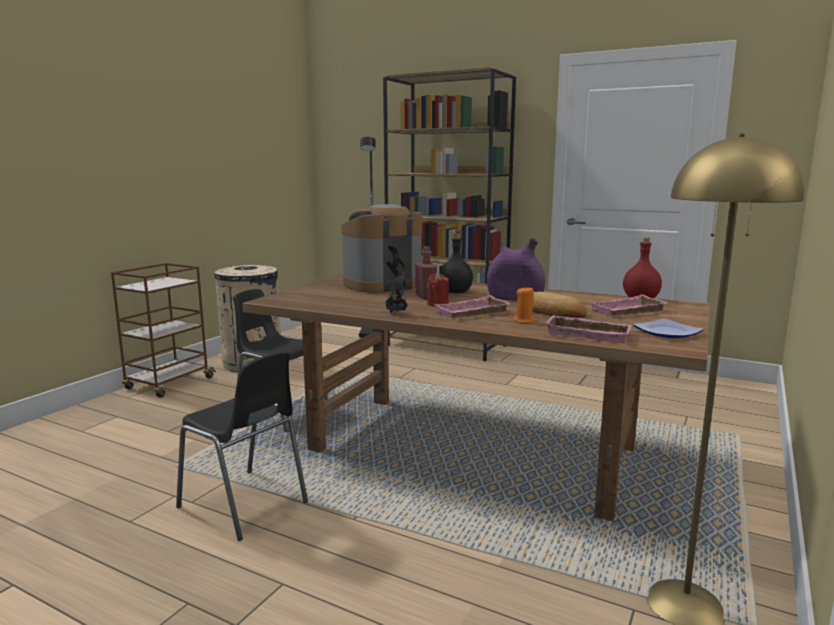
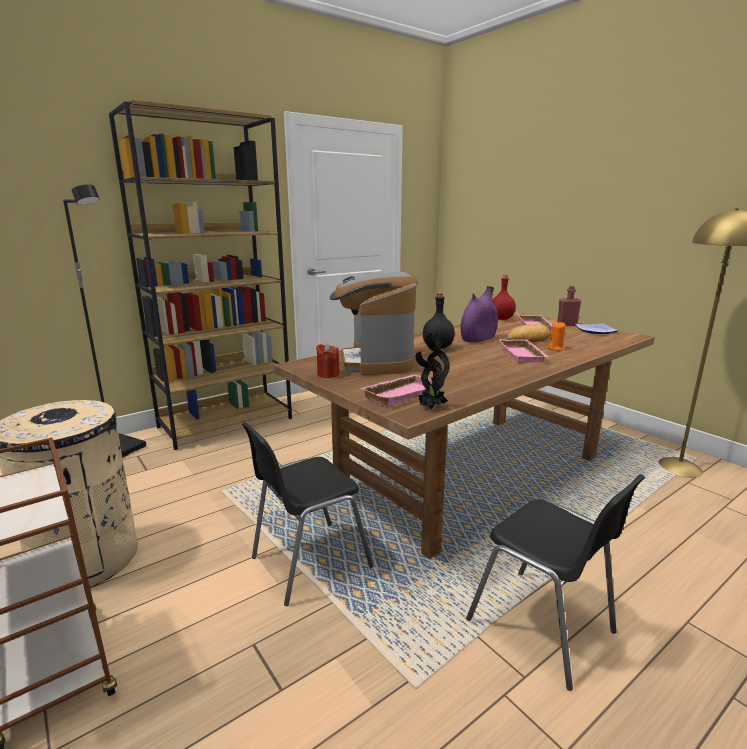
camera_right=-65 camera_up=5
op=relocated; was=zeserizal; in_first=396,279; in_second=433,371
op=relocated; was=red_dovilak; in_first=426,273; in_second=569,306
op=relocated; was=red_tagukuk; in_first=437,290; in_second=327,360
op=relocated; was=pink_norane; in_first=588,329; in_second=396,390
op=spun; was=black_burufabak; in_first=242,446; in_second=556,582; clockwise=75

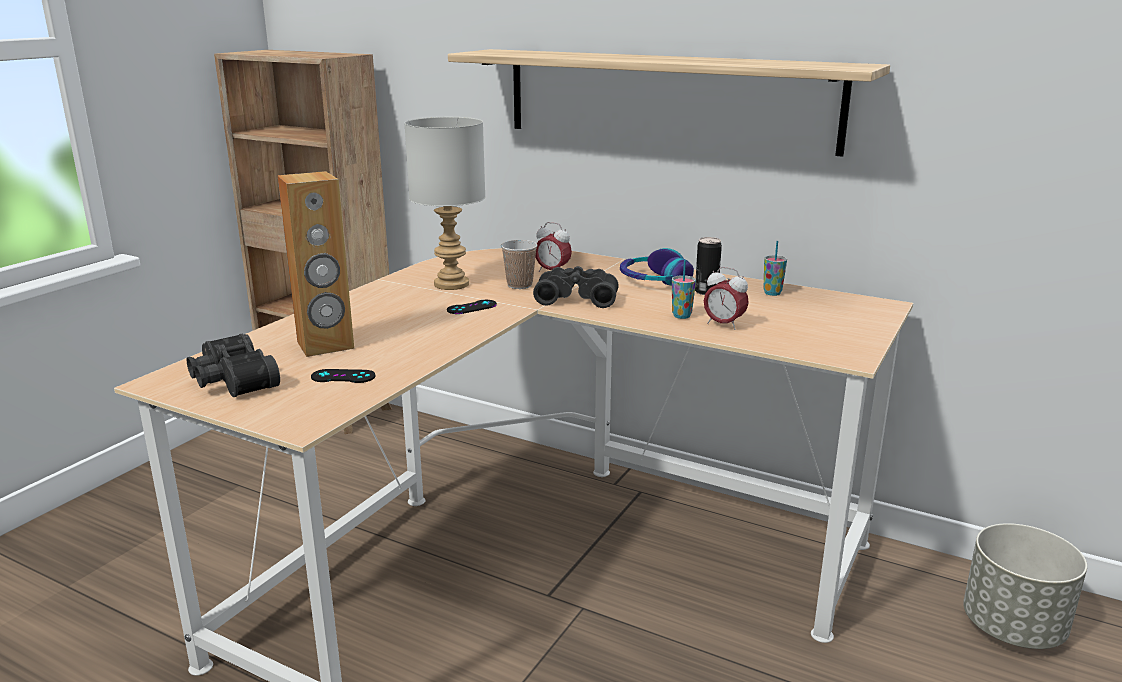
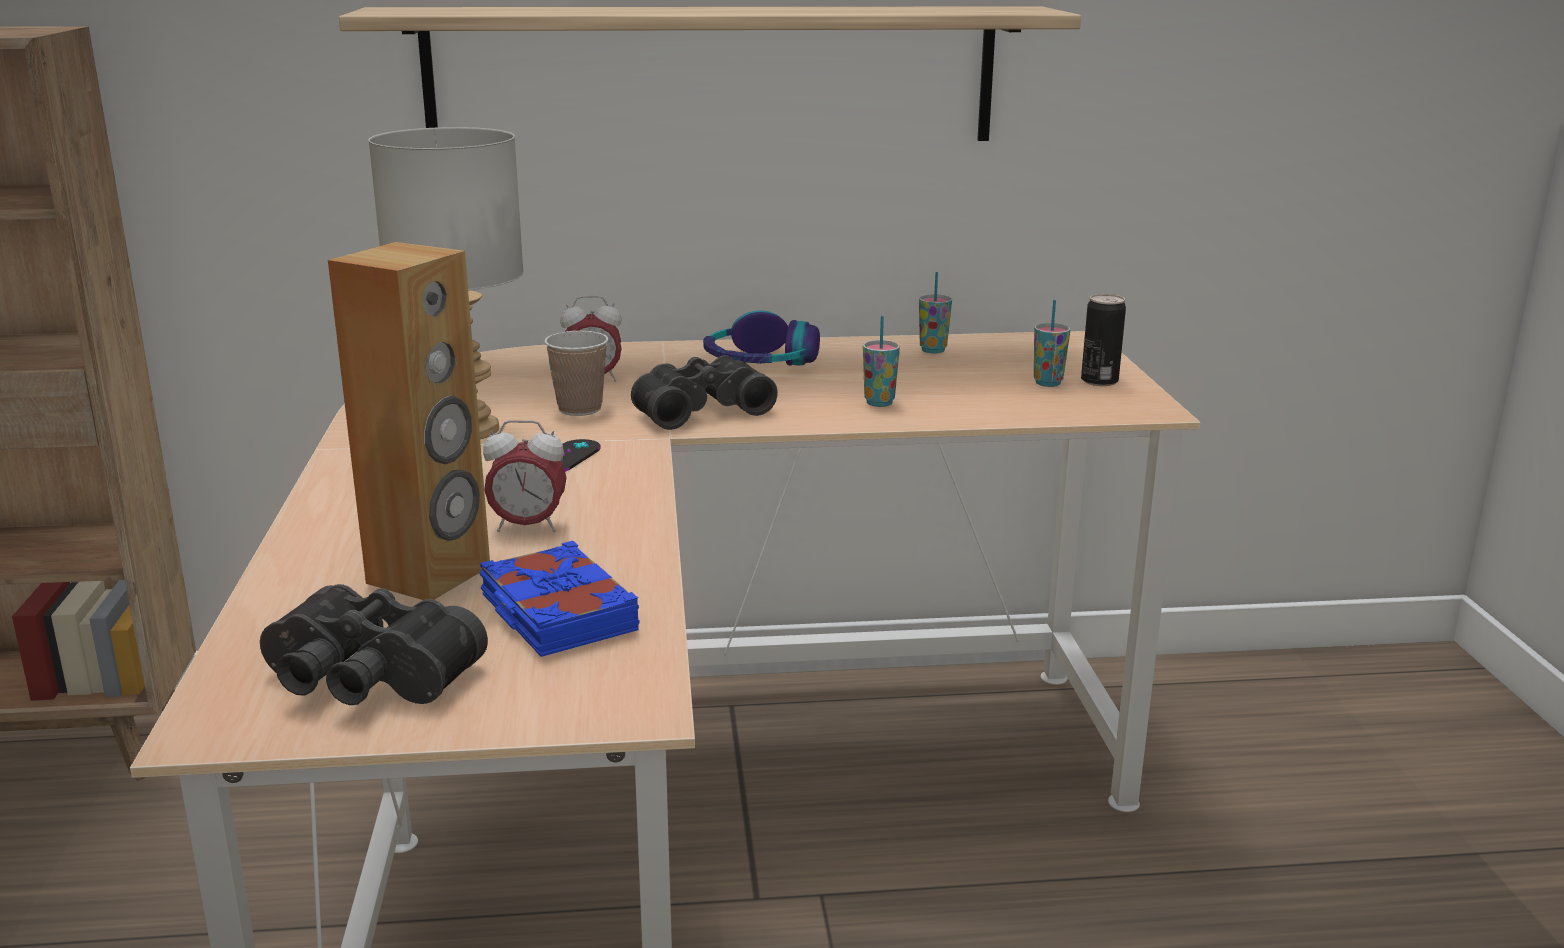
camera_right=-35 camera_up=0
op=relocated; was=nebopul; in_first=708,266; in_second=1103,340
op=relocated; was=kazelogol; in_first=726,298; in_second=525,476
op=exchanged; was=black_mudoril; now=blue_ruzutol; in_first=343,376; in_second=559,599
op=missing; was=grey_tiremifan; in_first=1025,586
op=appeared; now=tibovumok; in_second=1052,343

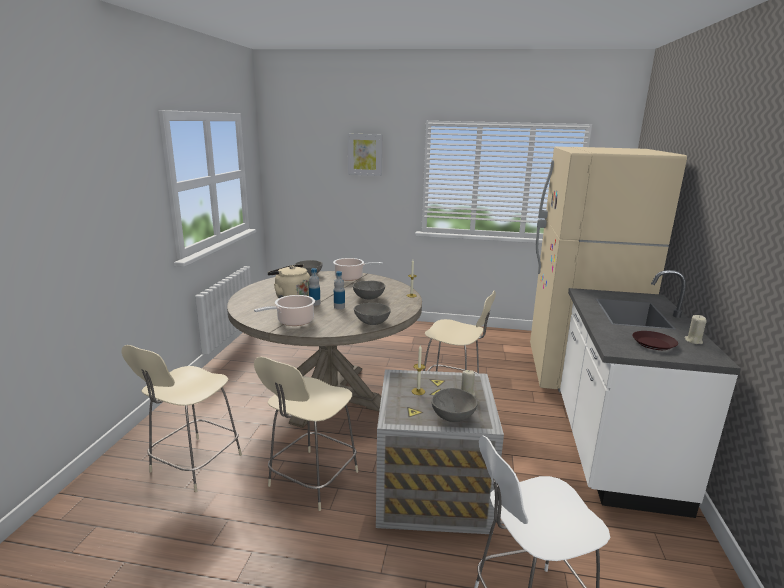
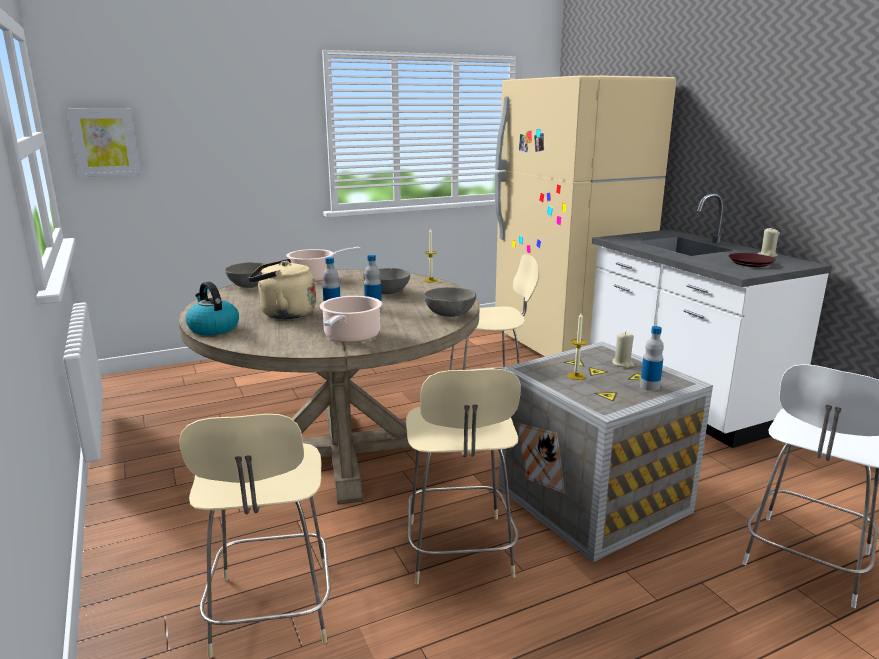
camera_right=-35 camera_up=0
op=relocated; was=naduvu; in_first=365,155; in_second=104,142
op=exchanged; was=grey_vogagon; now=dovilak; in_first=454,405; in_second=652,358
op=appeared; now=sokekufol; in_second=212,308

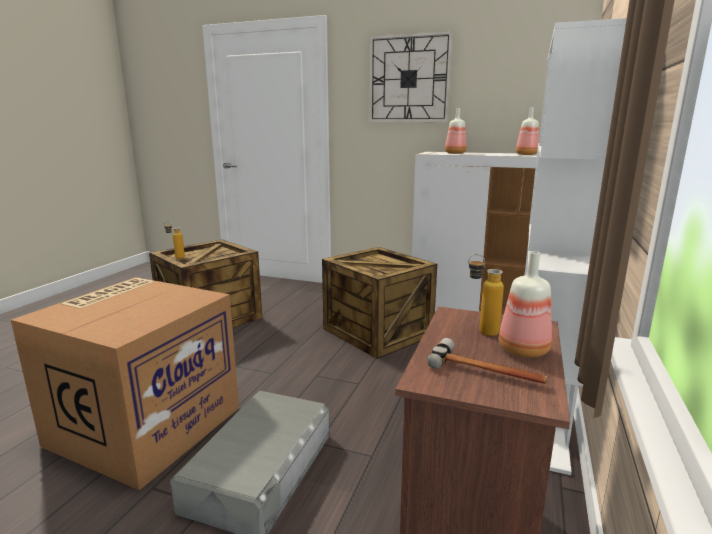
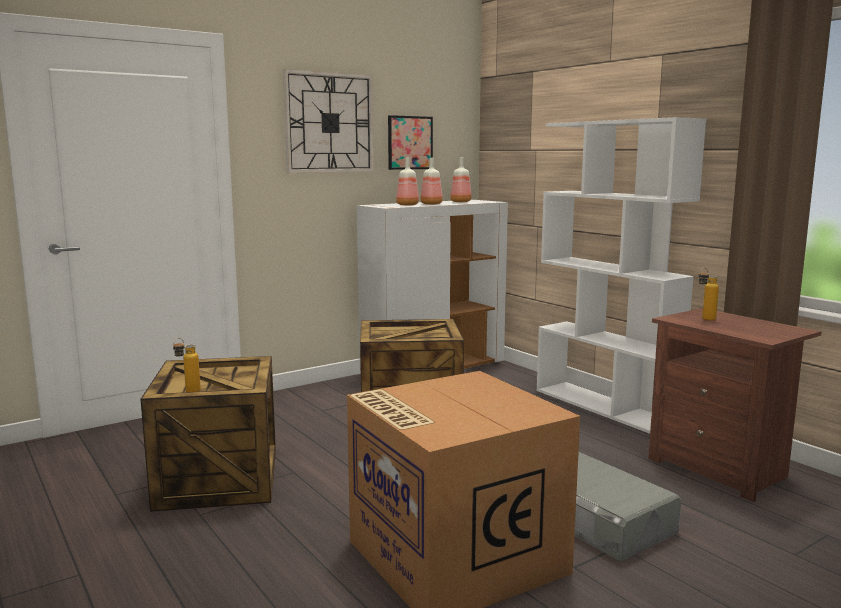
camera_right=-55 camera_up=-5
op=relocated; was=dovilak; in_first=525,304; in_second=431,181
op=missing; was=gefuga; in_first=487,361
op=appeared; now=naduvu; in_second=410,142

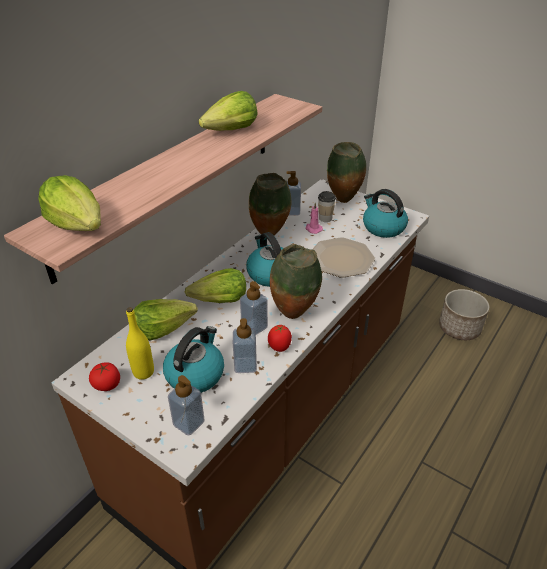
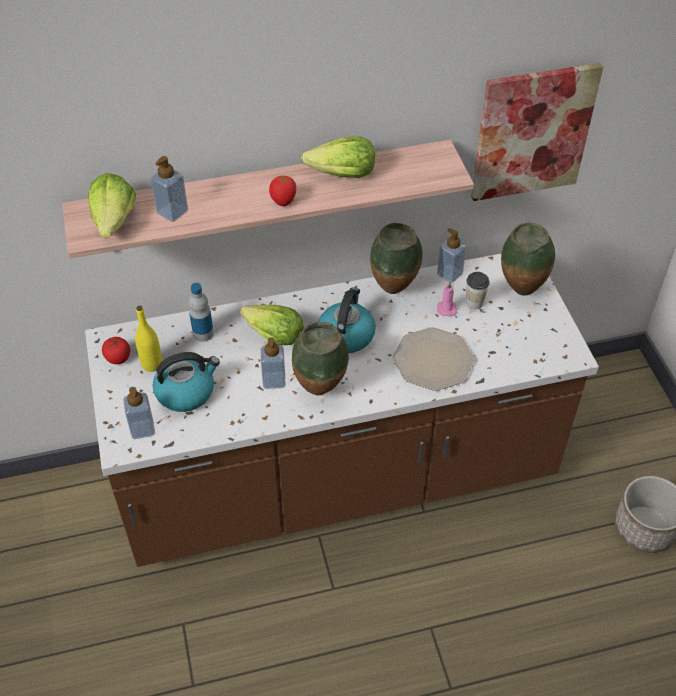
camera_right=40 camera_up=10
op=missing; was=sokekufol; in_first=385,213
op=exchanged; was=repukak; now=dovilak; in_first=166,319; in_second=201,312
op=relocated; was=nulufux; in_first=245,345; in_second=169,189
op=relocated; was=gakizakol; in_first=280,338; in_second=282,191
op=appeared; now=naduvu; in_second=537,132

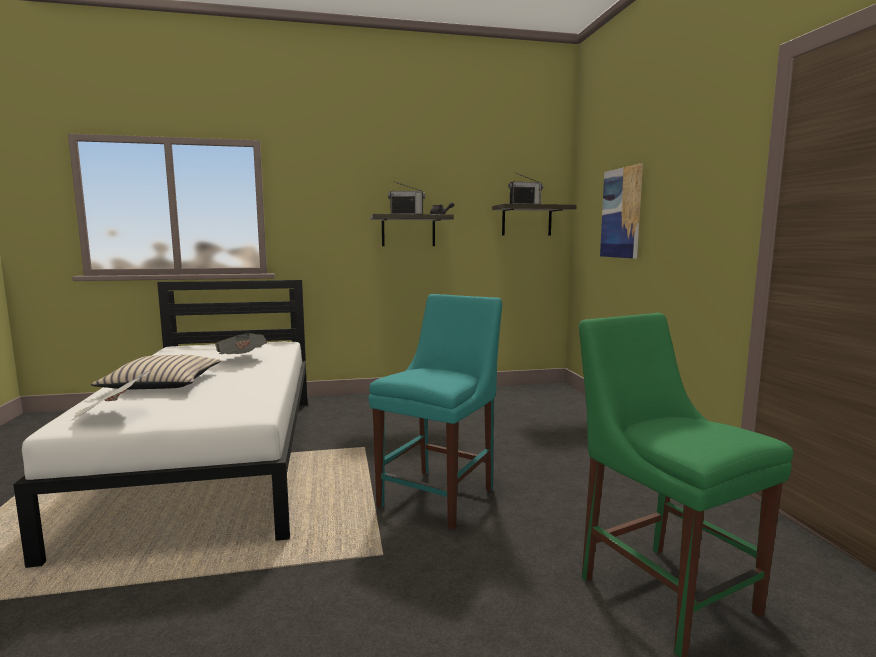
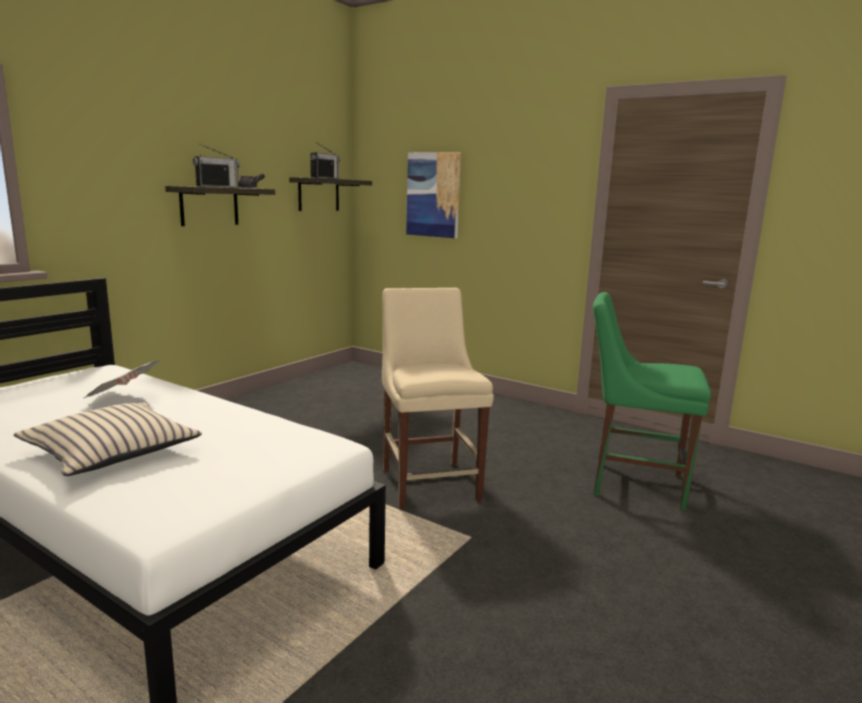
camera_right=-45 camera_up=5
op=colour; was=turquoise_burufabak; now=beige_burufabak; in_first=435,412; in_second=438,399
op=missing; was=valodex; in_first=110,395

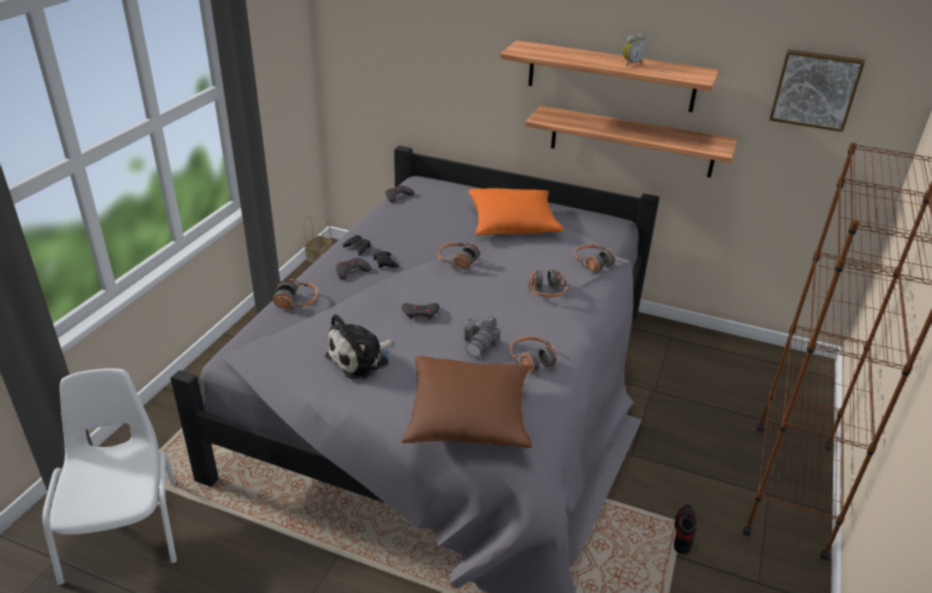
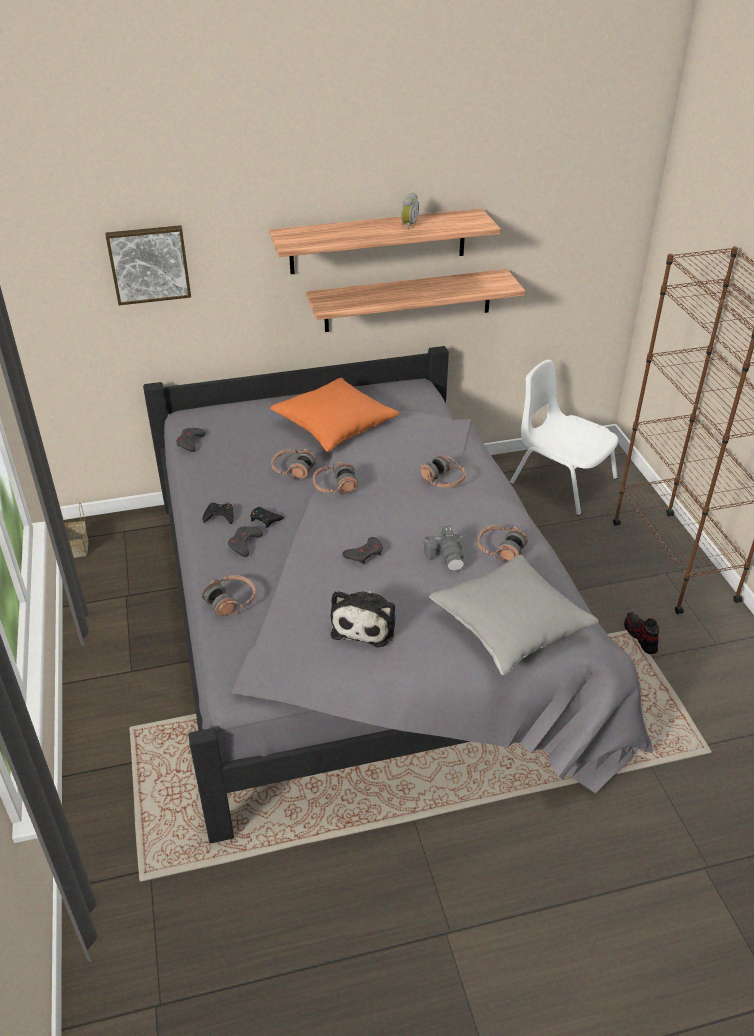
camera_right=-35 camera_up=5
op=relocated; was=naduvu; in_first=817,90; in_second=148,265
op=relocated; was=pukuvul; in_first=594,258; in_second=293,464
op=colour; was=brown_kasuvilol; now=grey_kasuvilol; in_first=466,402; in_second=514,615
op=relocated; was=white_burufabak; in_first=109,477; in_second=564,438

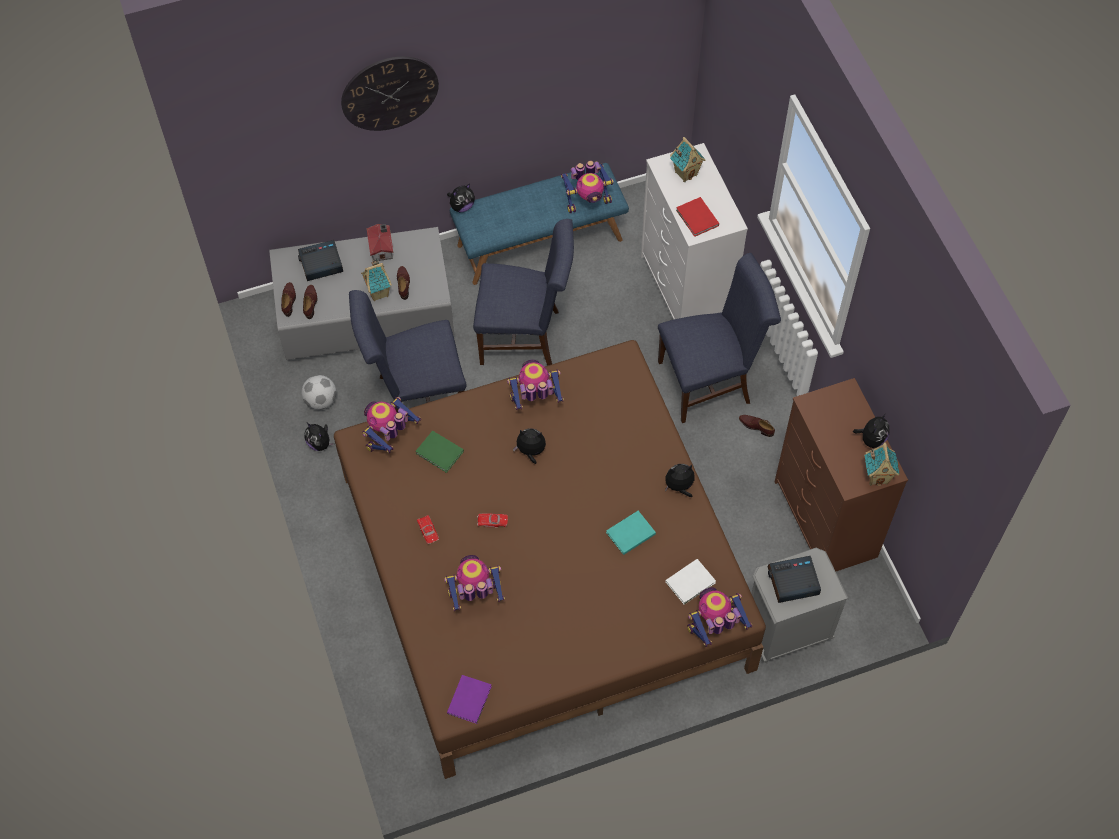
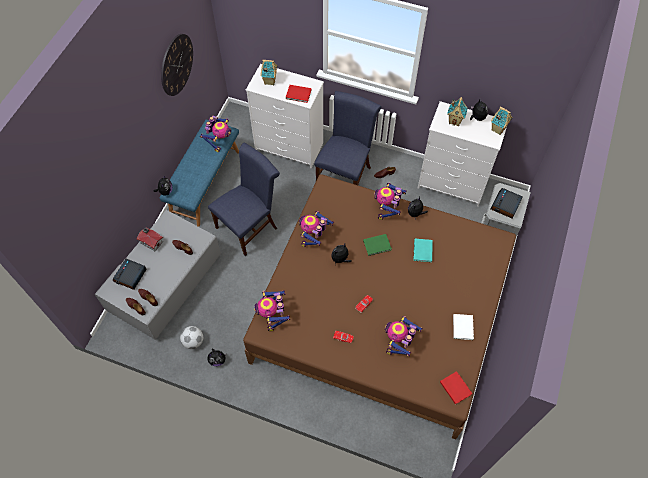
camera_right=-50 camera_up=0
op=relocated; was=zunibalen; in_first=390,94; in_second=177,65
op=relocated; was=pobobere; in_first=376,279; in_second=457,111
op=missing; was=blue_burufabak; in_first=408,351
op=colour; was=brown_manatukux; now=white_manatukux; in_first=841,474; in_second=462,154
op=relocated; was=green_ruzutol; in_first=439,452; in_second=377,245
op=relocated; was=white_ruzutol; in_first=690,582; in_second=463,327
op=relocated; was=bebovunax; in_first=719,617; in_second=390,201
op=colour; was=purple_ruzutol; now=red_ruzutol; in_first=469,699; in_second=456,388

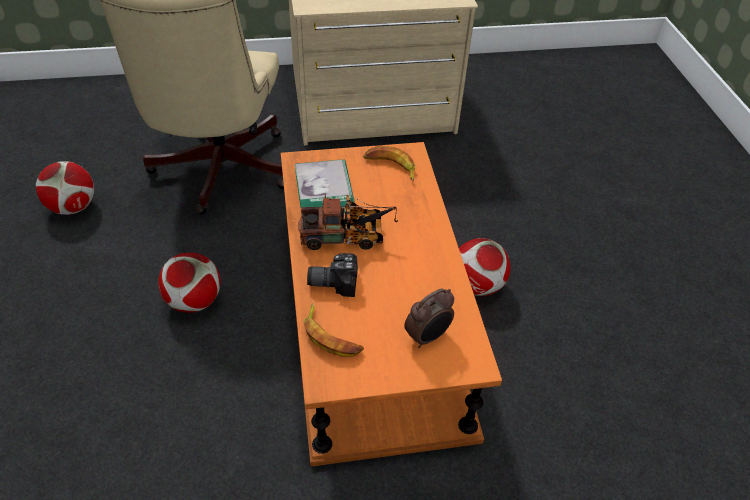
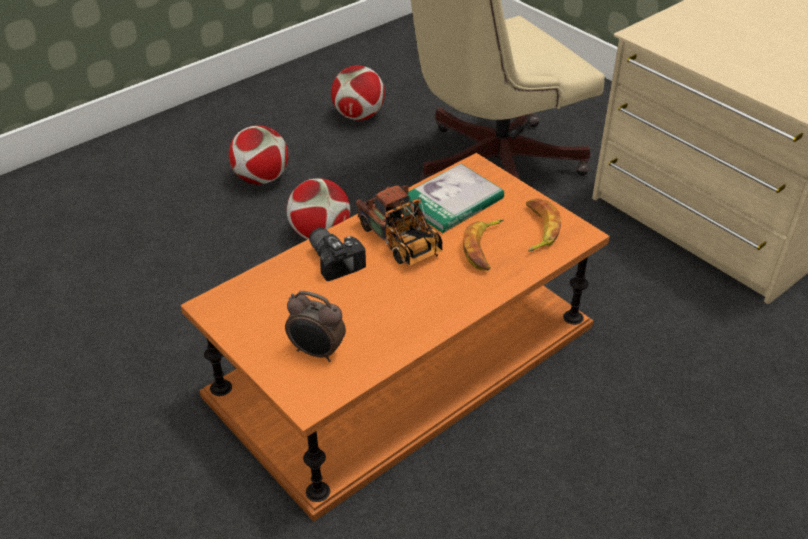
camera_right=60 camera_up=-5
op=relocated; was=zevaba; in_first=484,267; in_second=258,155
op=relocated; was=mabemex; in_first=333,330; in_second=483,244

